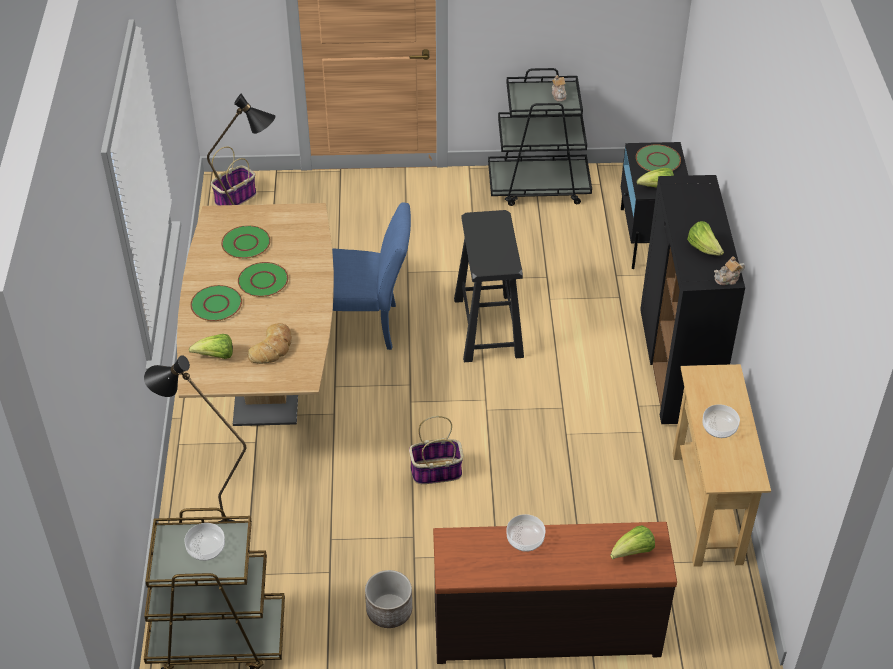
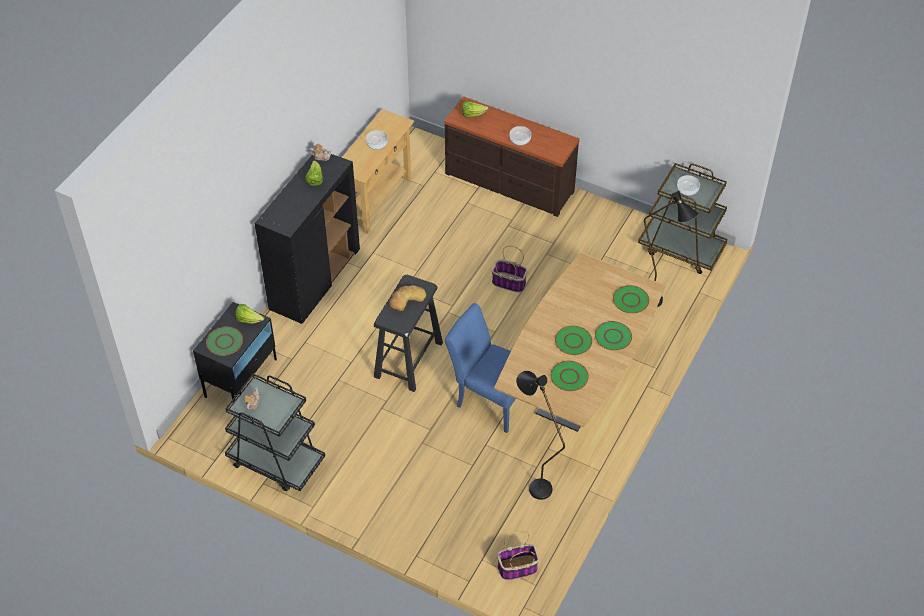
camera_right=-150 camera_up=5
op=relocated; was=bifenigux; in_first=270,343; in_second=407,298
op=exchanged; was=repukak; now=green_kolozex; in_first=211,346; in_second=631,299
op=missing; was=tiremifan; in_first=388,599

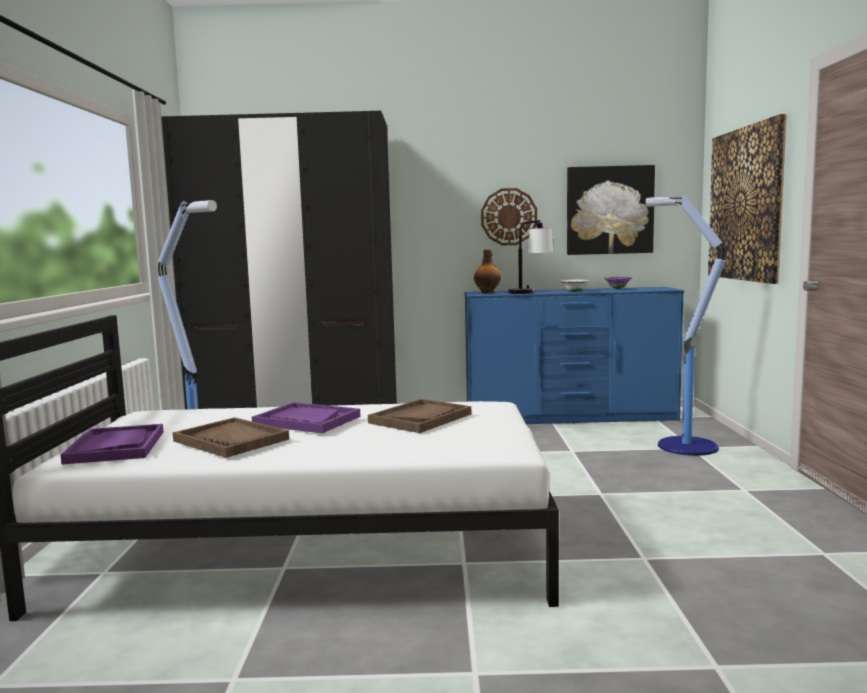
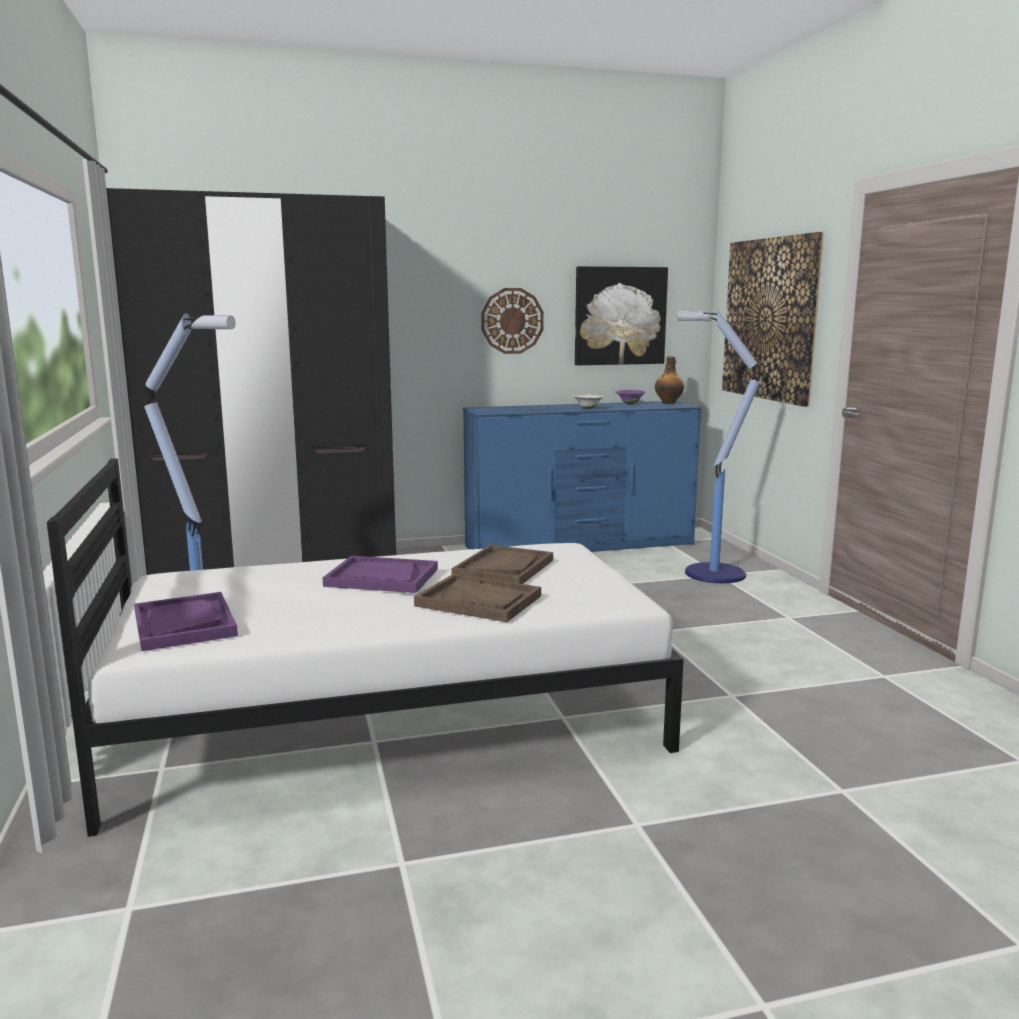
camera_right=-15 camera_up=5
op=missing; was=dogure; in_first=530,257
op=relocated; was=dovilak; in_first=487,271; in_second=669,380
op=relocated; was=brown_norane; in_first=231,437; in_second=477,598

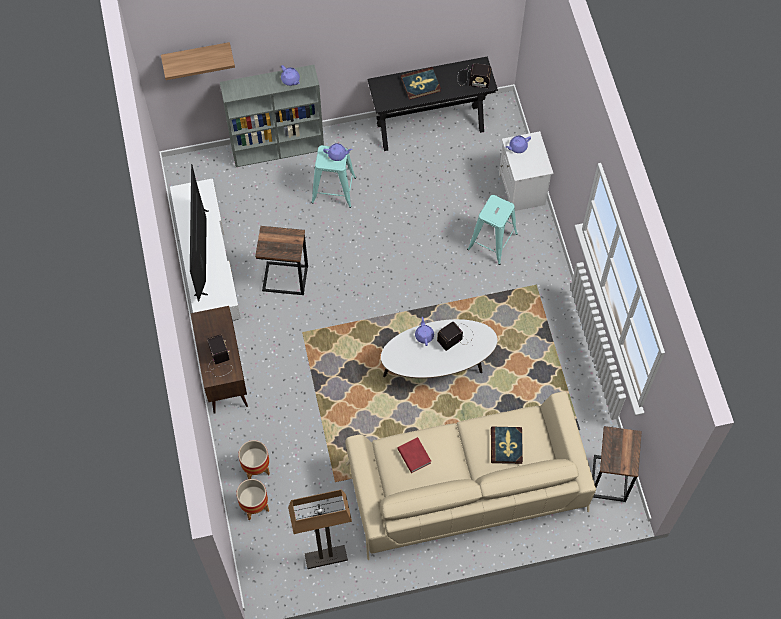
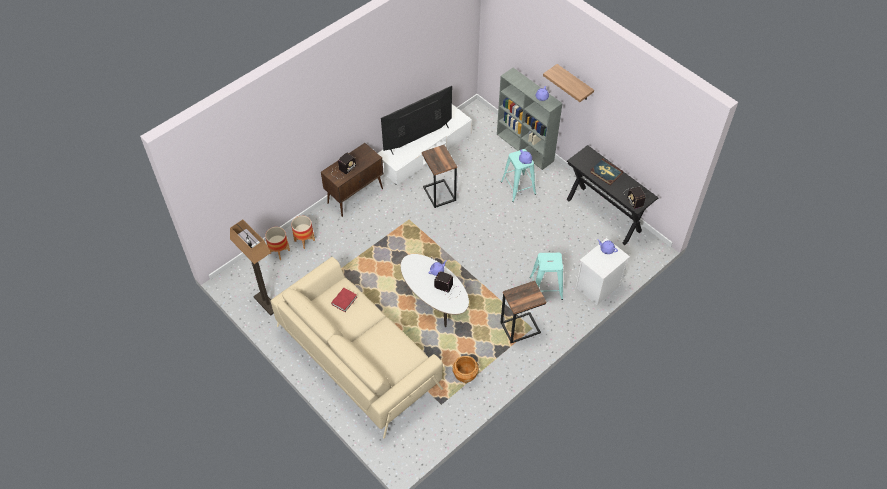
camera_right=60 camera_up=-10
op=relocated; was=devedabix; in_first=198,61; in_second=568,83
op=relocated; was=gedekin; in_first=617,464; in_second=523,312
op=missing; was=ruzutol; in_first=507,445
op=appeared; now=brown_tiremifan; in_second=466,369

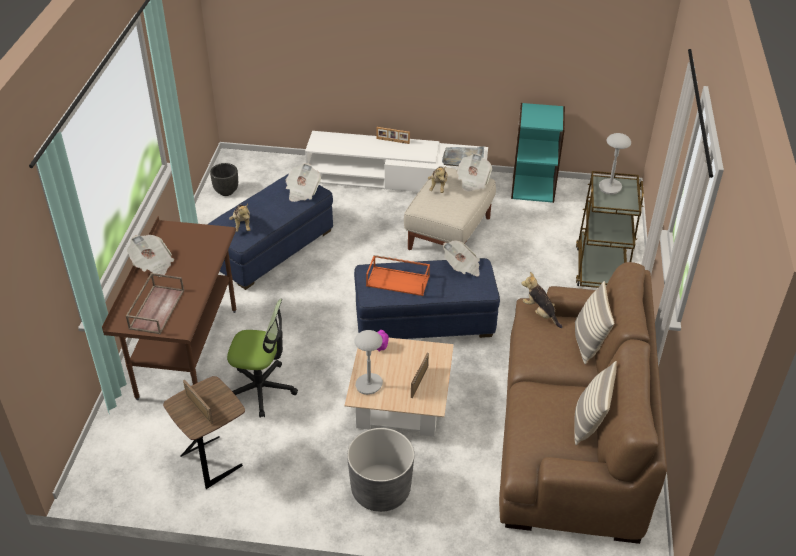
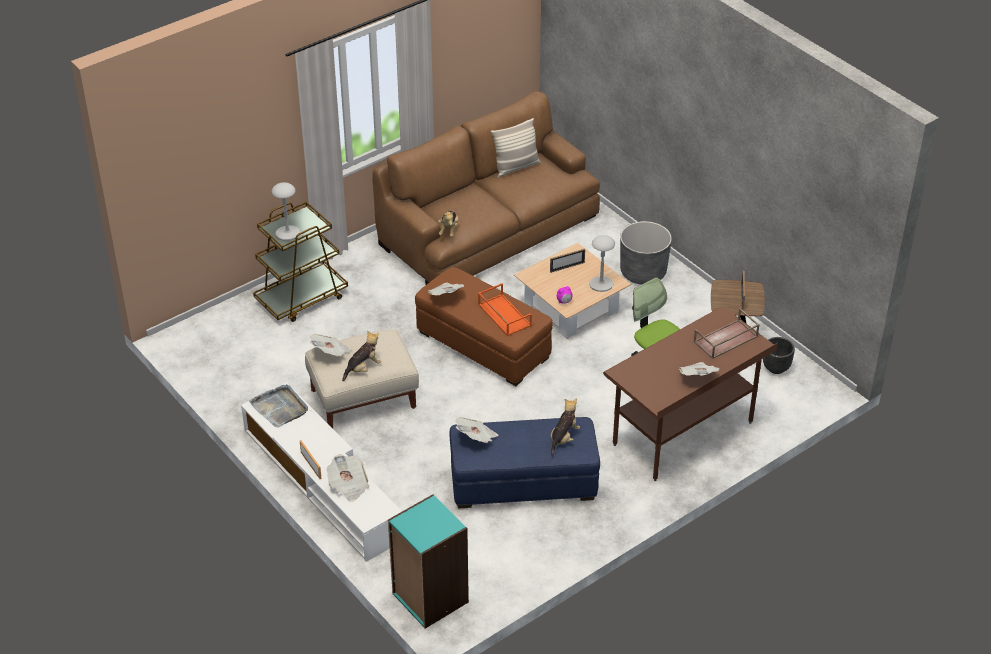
camera_right=-135 camera_up=0
op=relocated; was=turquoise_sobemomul; in_first=538,153; in_second=428,561
op=relocated; was=black_tiremifan; in_first=224,179; in_second=779,355
op=colour; was=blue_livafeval; now=brown_livafeval; in_first=427,298; in_second=484,326
op=missing; was=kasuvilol; in_first=594,322
op=appeared; now=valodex; in_second=348,478

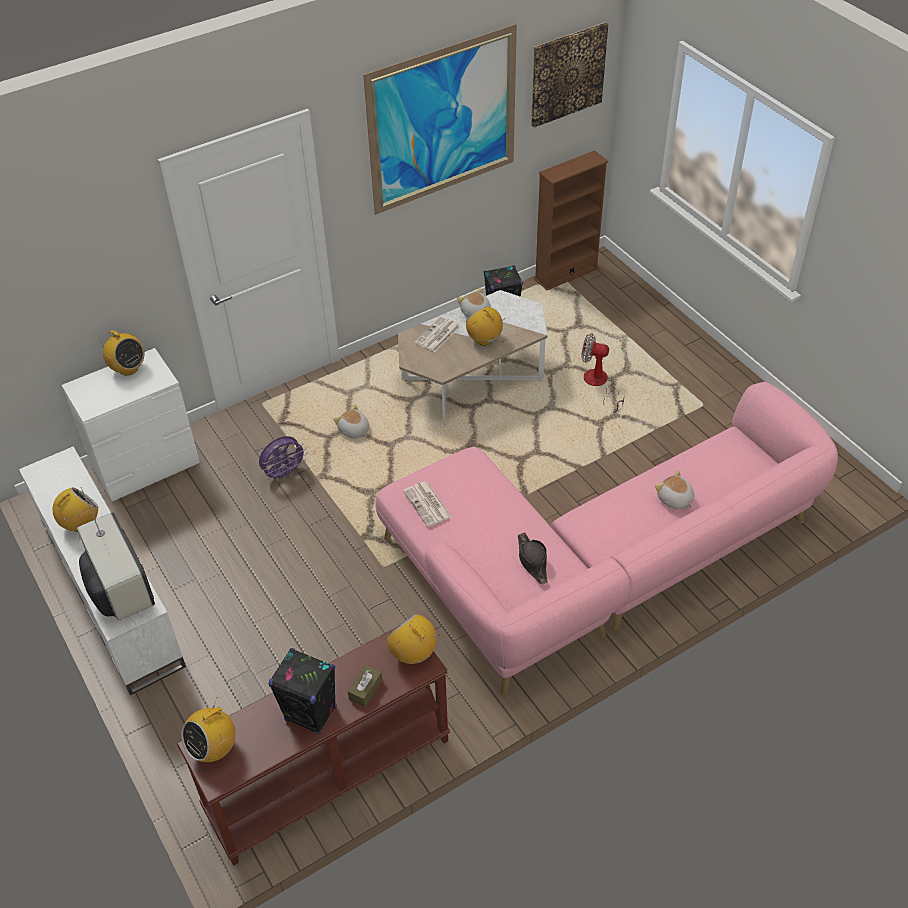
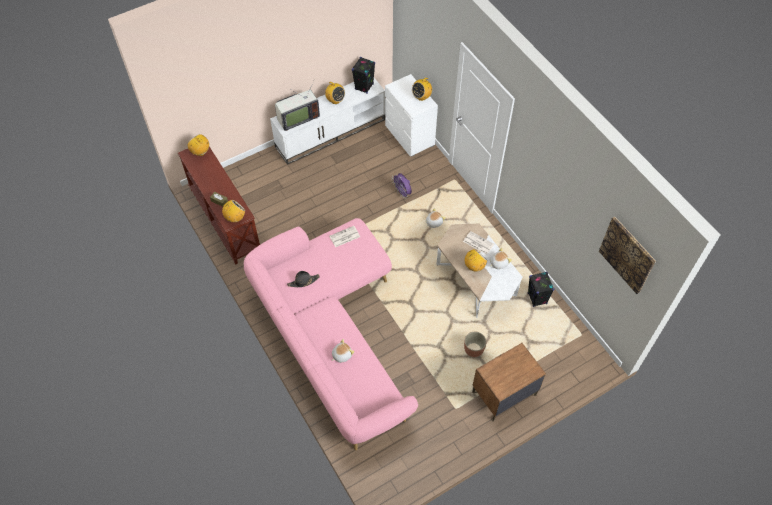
camera_right=90 camera_up=10
op=missing; was=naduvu; in_first=440,119
op=missing; was=brown_sobemomul; in_first=571,220
op=exchanged; was=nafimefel; now=tiremifan; in_first=603,372; in_second=475,344
op=relocated; was=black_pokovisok; in_first=303,691; in_second=363,75
op=appeared; now=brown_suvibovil; in_second=509,382

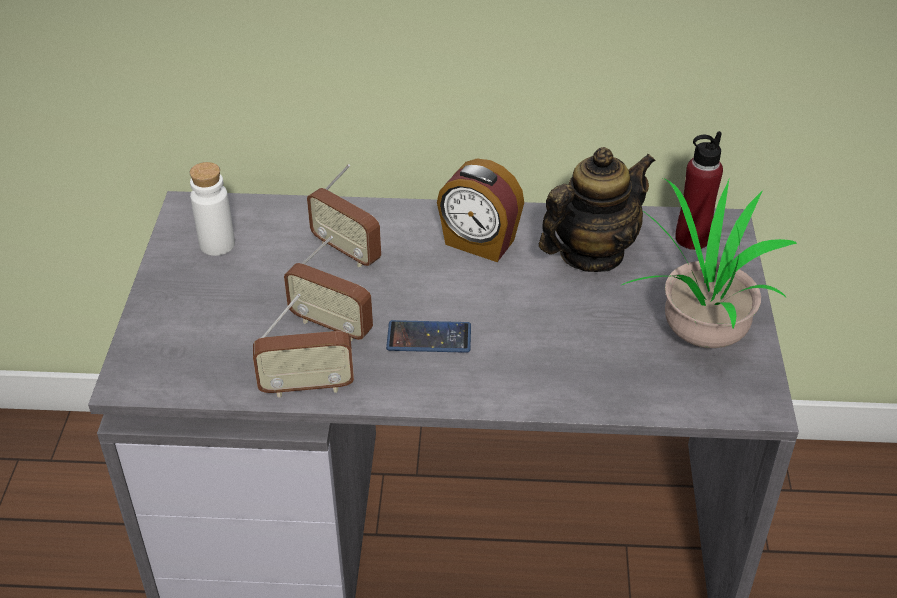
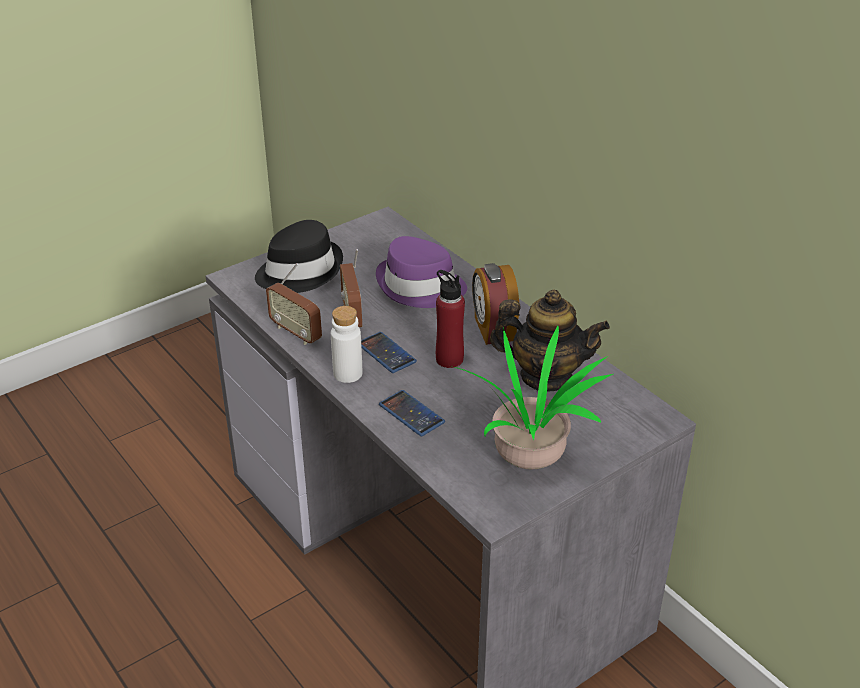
camera_right=50 camera_up=-5
op=relocated; was=red_dovilak; in_first=699,190; in_second=450,319
op=relocated; was=white_dovilak; in_first=212,209; in_second=347,344
op=exchanged; was=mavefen; now=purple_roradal; in_first=344,215; in_second=421,272
op=appeared; now=black_roradal; in_second=299,256
op=appeared; now=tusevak; in_second=412,413

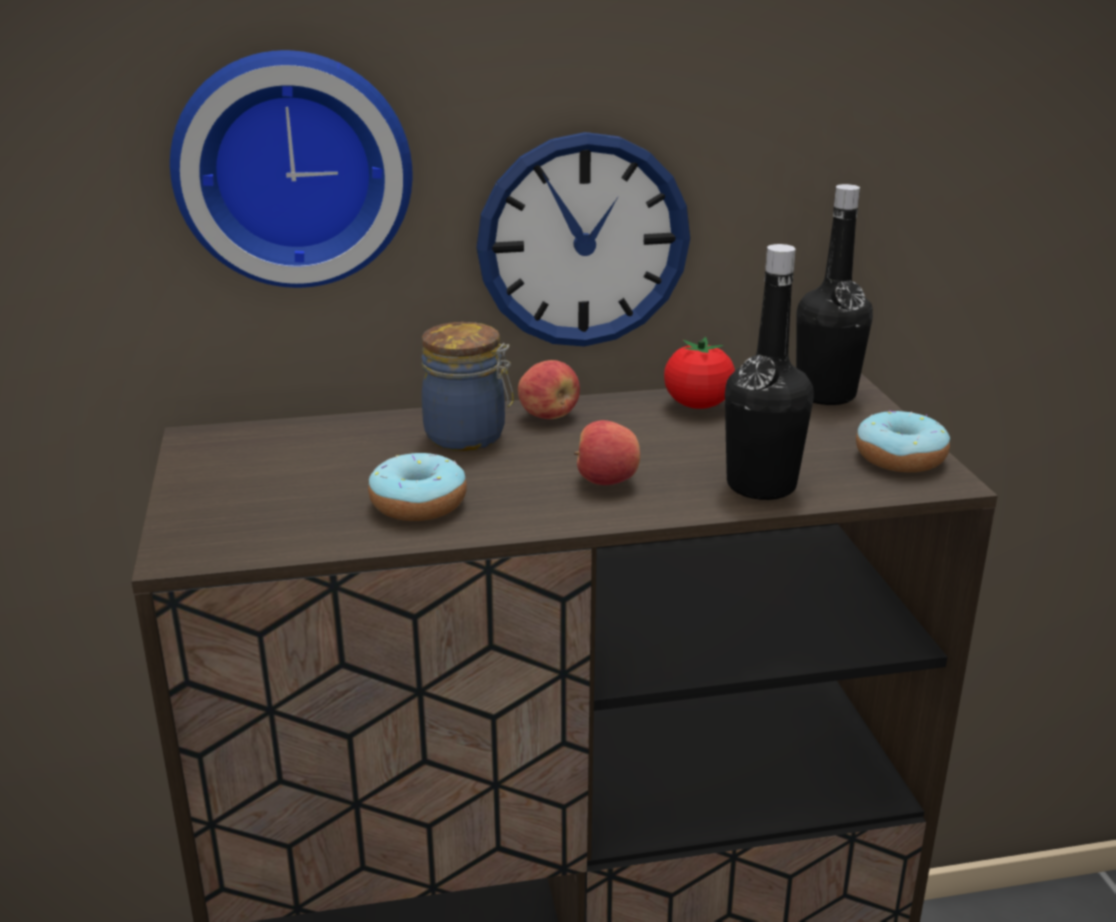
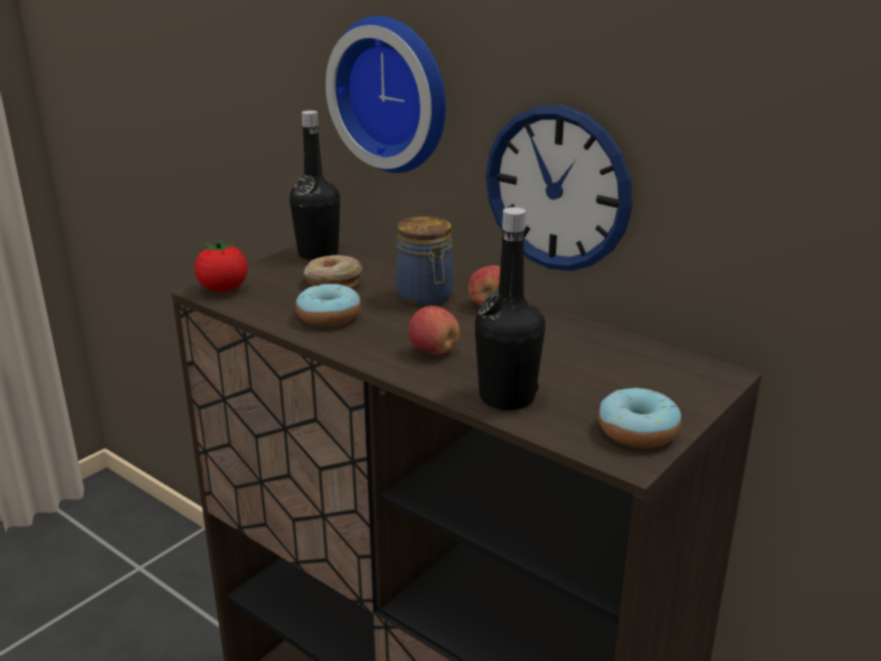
camera_right=50 camera_up=0
op=relocated; was=black_dovilak; in_first=834,294; in_second=314,185
op=relocated; was=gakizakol; in_first=699,373; in_second=221,266
op=appeared; now=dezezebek; in_second=333,271

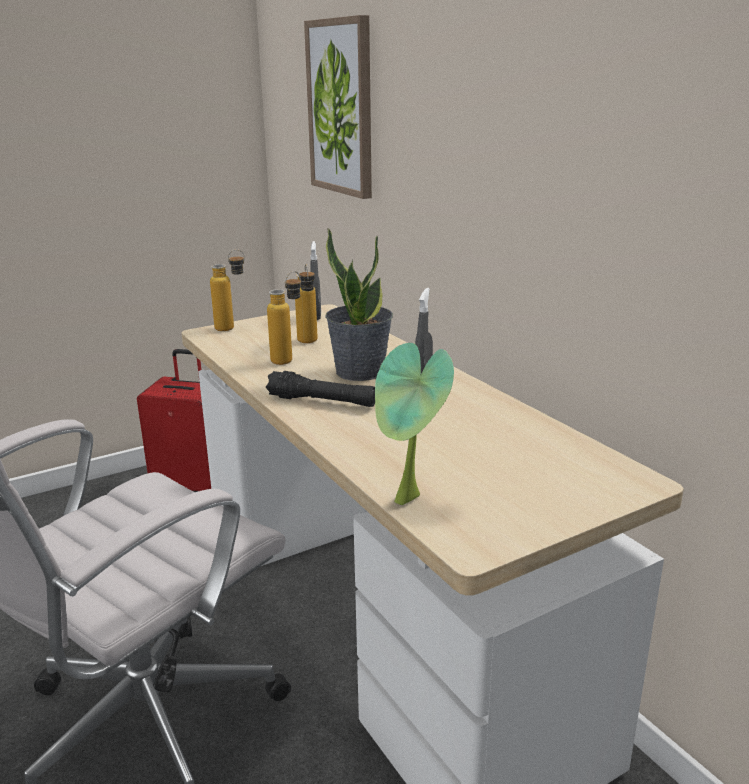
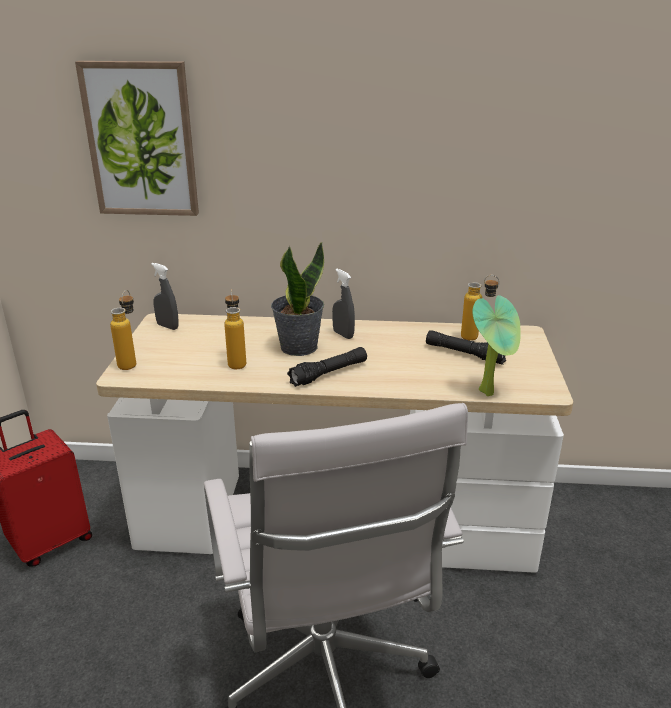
camera_right=-55 camera_up=5
op=relocated; was=dovilak; in_first=306,303; in_second=480,308
op=appeared; now=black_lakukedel; in_second=466,347

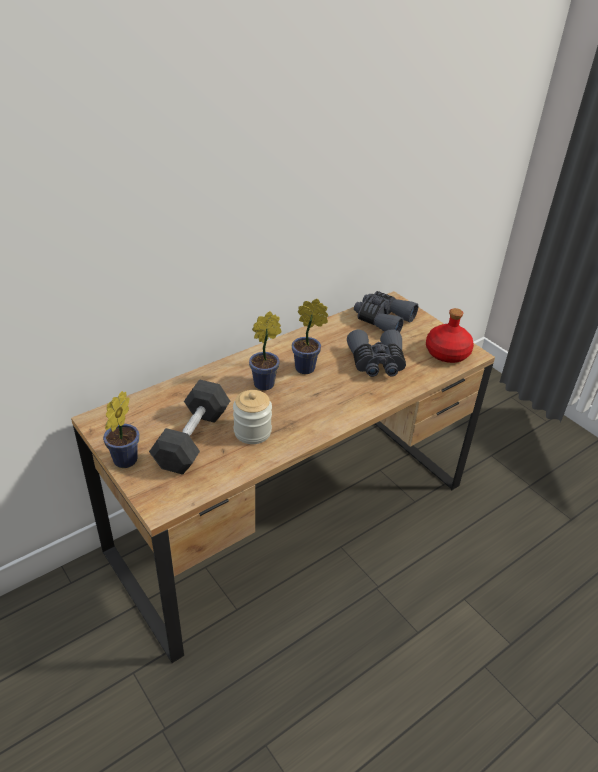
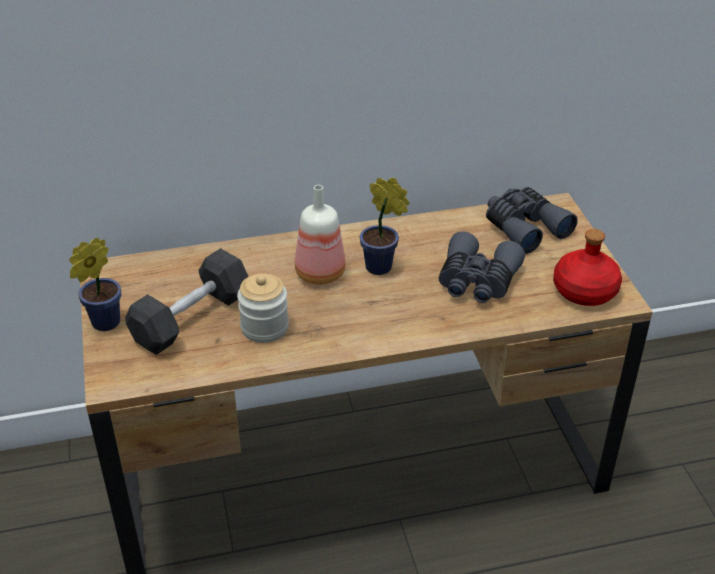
camera_right=25 camera_up=0
op=exchanged; was=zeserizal; now=dovilak; in_first=265,350; in_second=320,235

